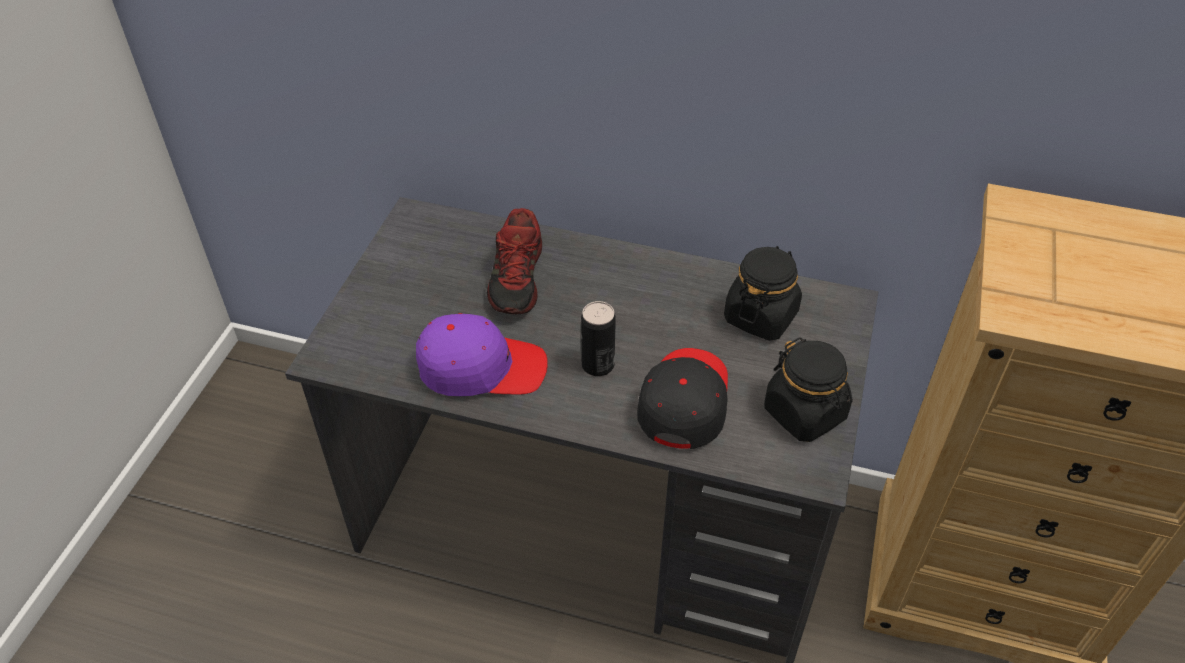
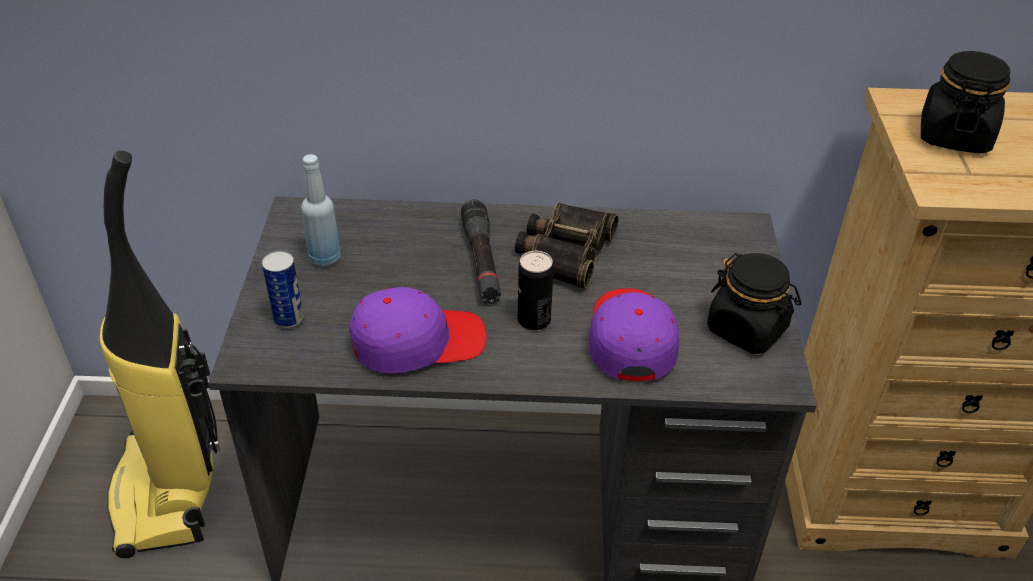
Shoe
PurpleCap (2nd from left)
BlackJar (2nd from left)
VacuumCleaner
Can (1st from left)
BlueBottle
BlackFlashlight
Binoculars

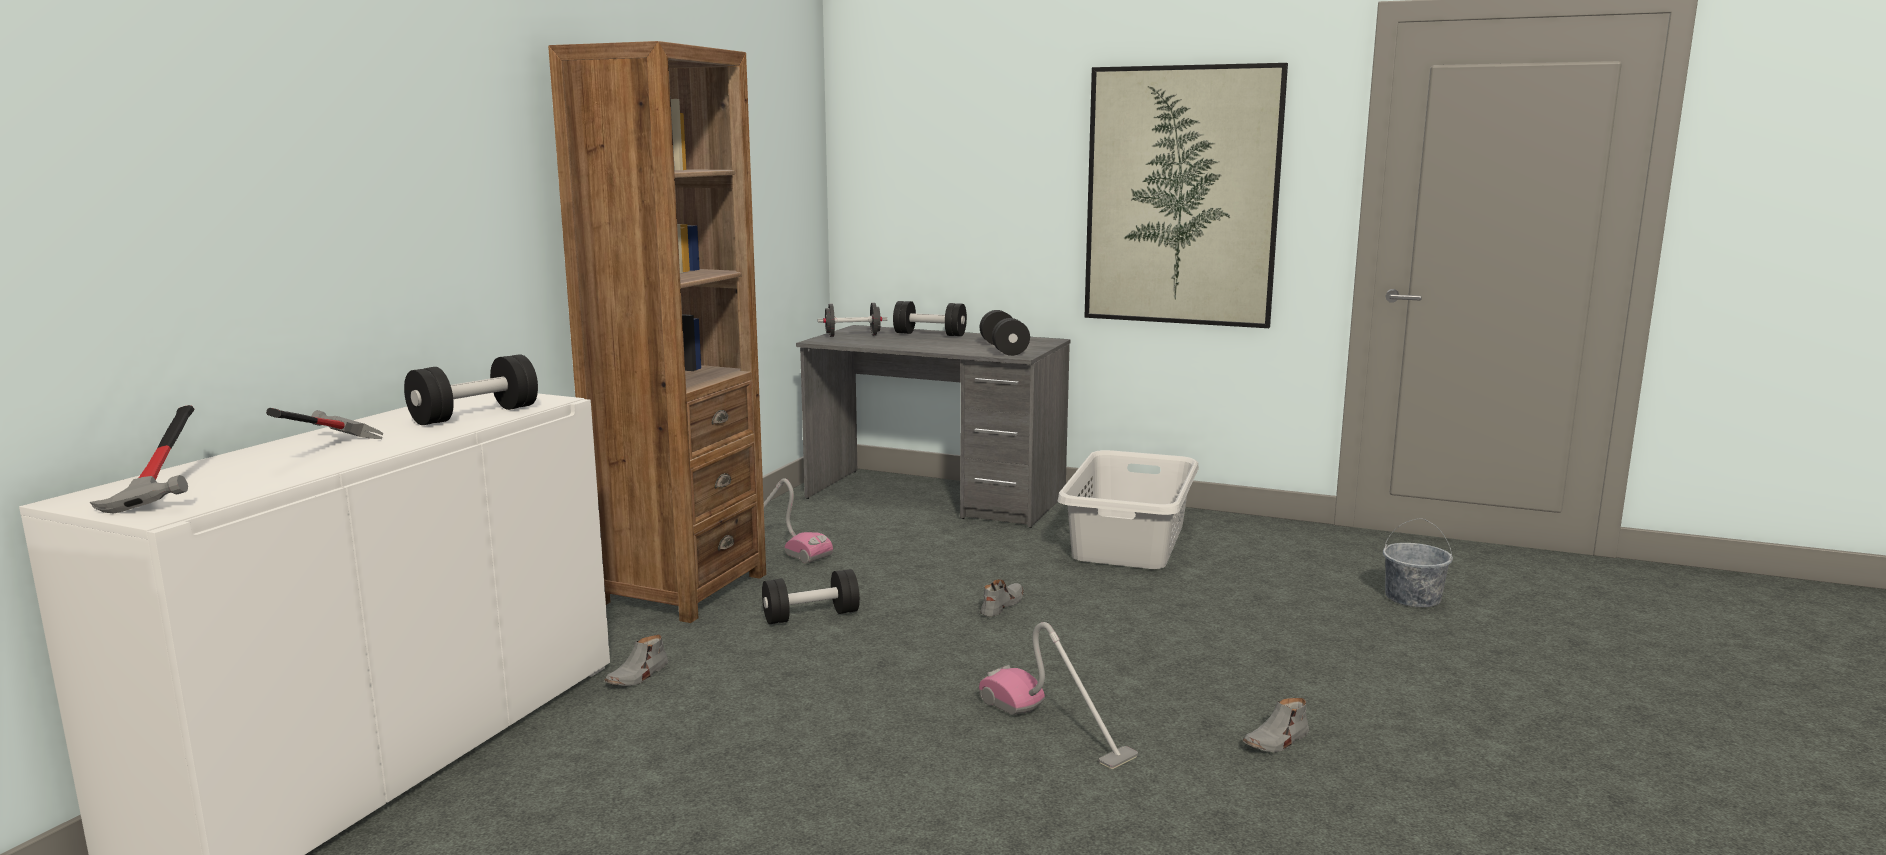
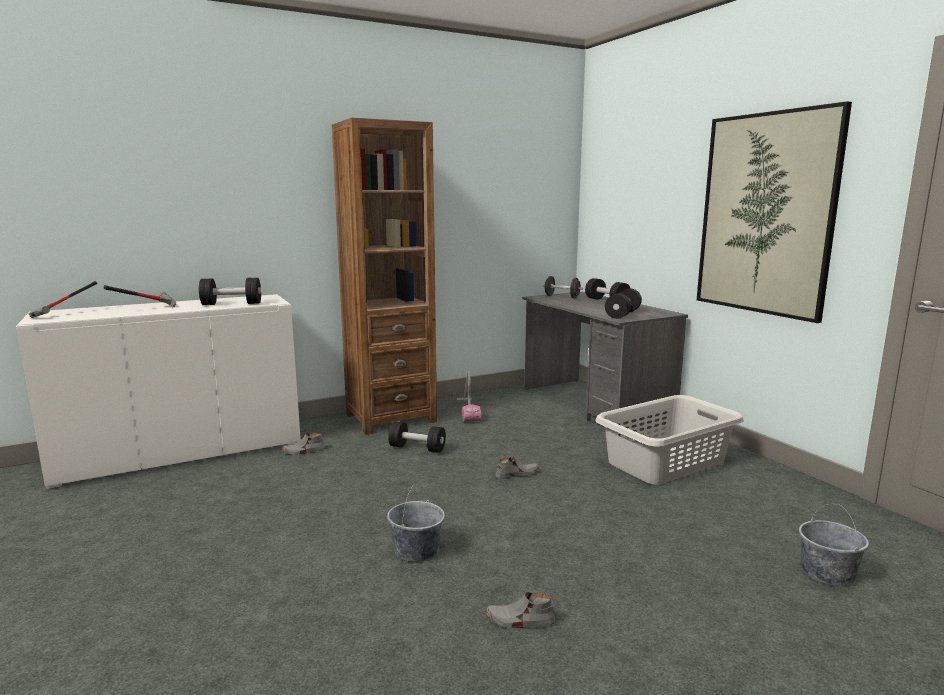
GreyBucket (1st from left)

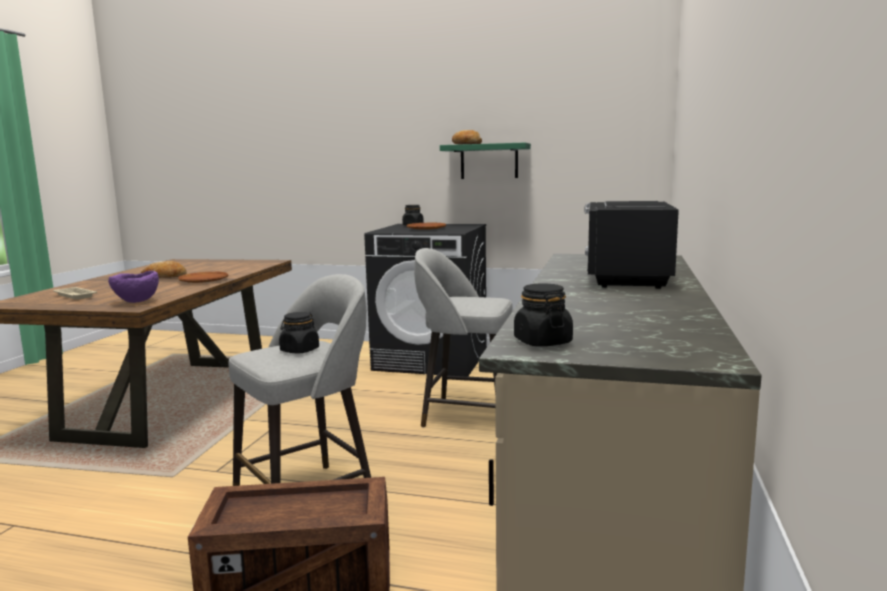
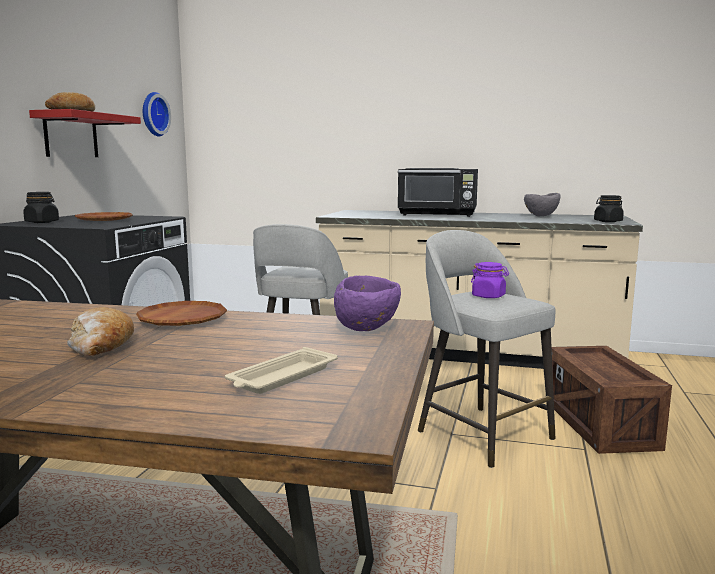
PurpleJar
RedShelf
WallClock
GreyBowl

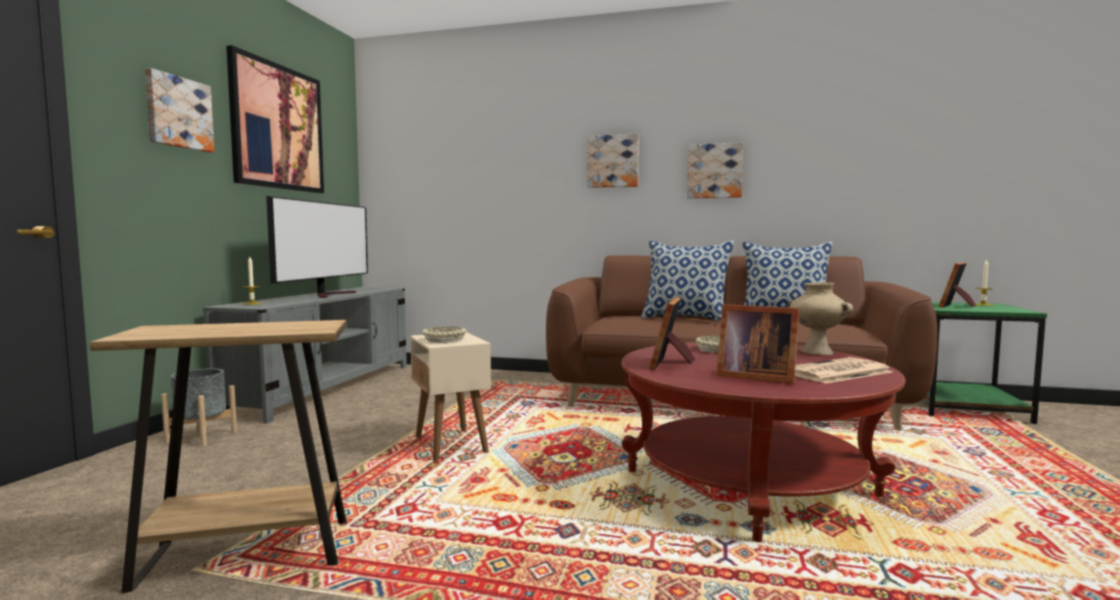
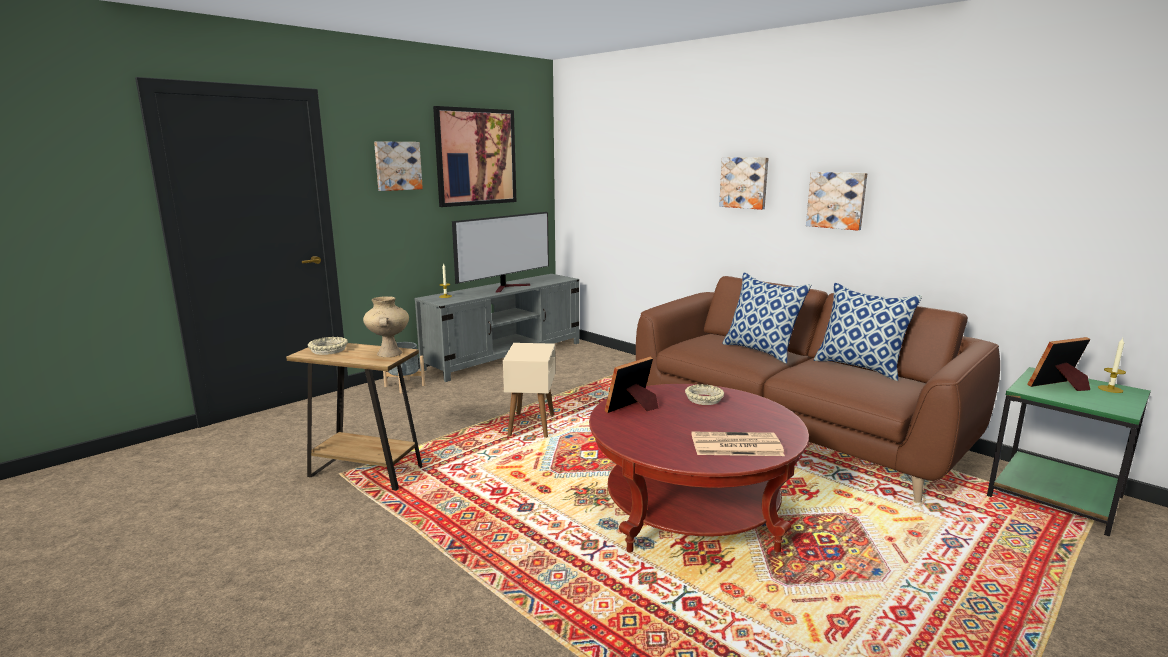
BeigeBowl (1st from left)
PictureFrame (2nd from left in the first image)
BeigeVase

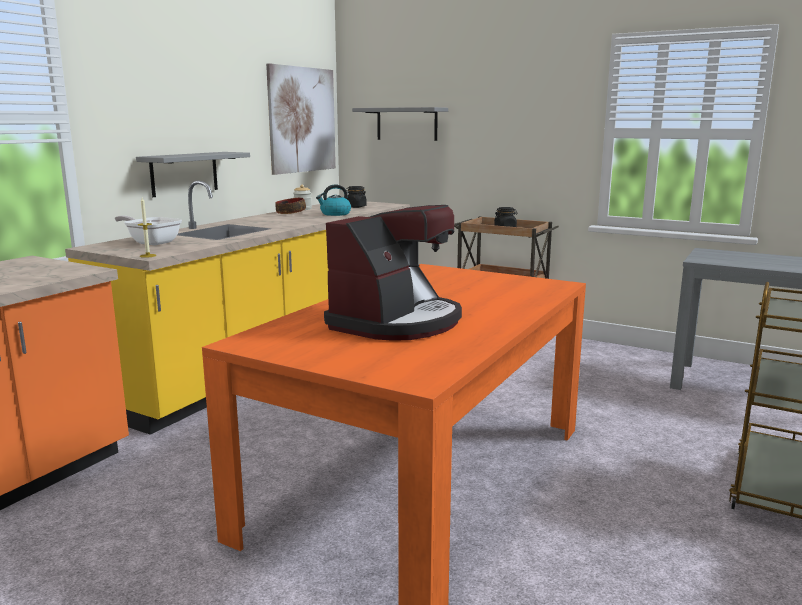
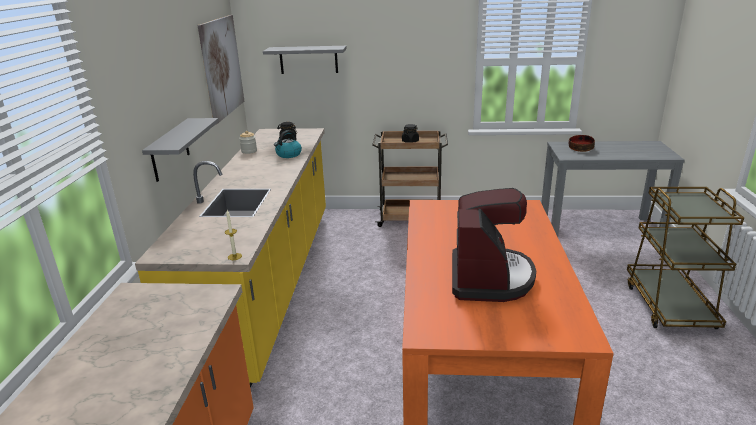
FryingPan
Bowl

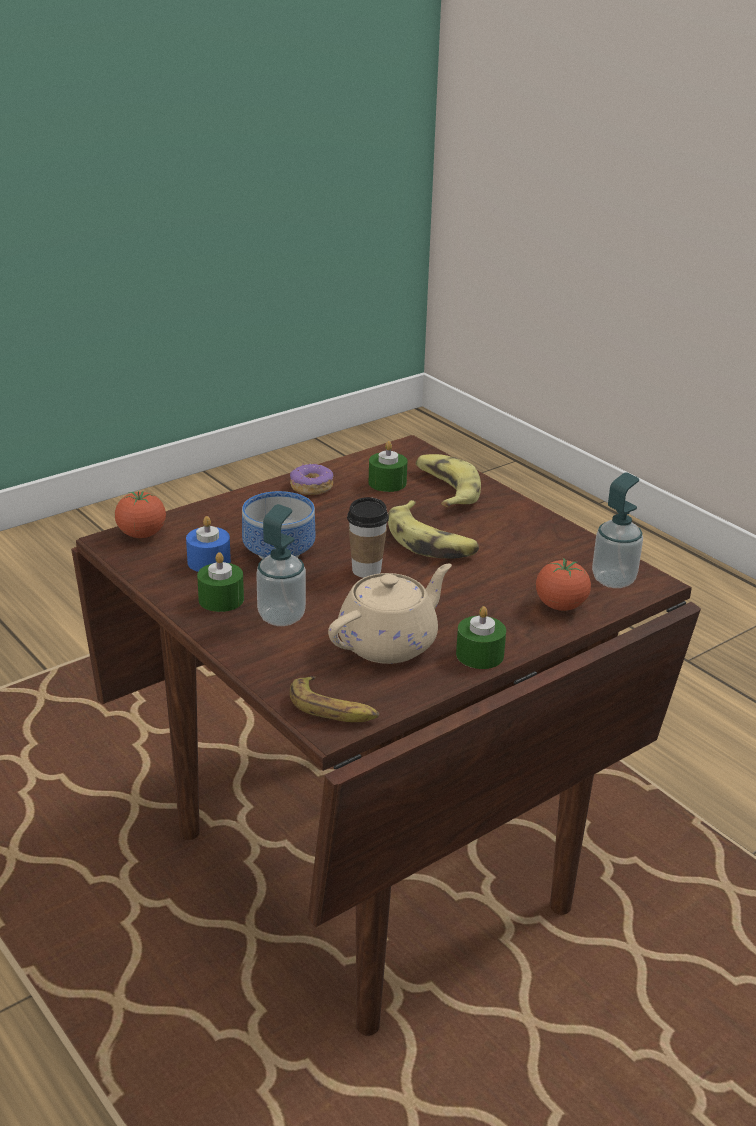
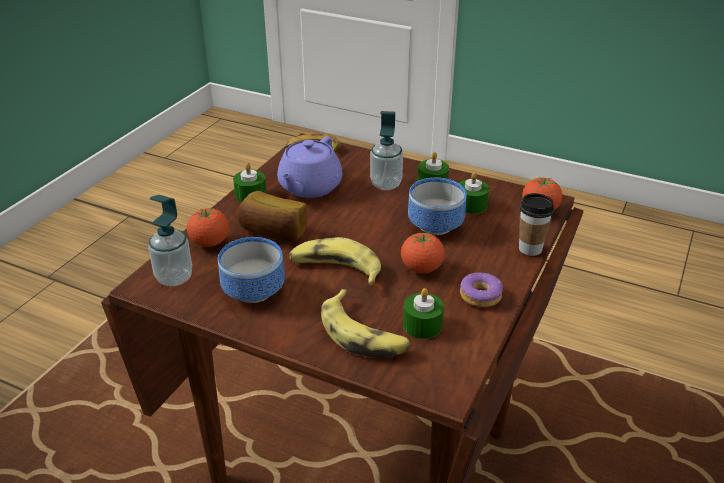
GreenCandle (4th from left)
PurpleTeapot
Cup
Bowl (1st from left)
Bread
Tomato (2nd from left)

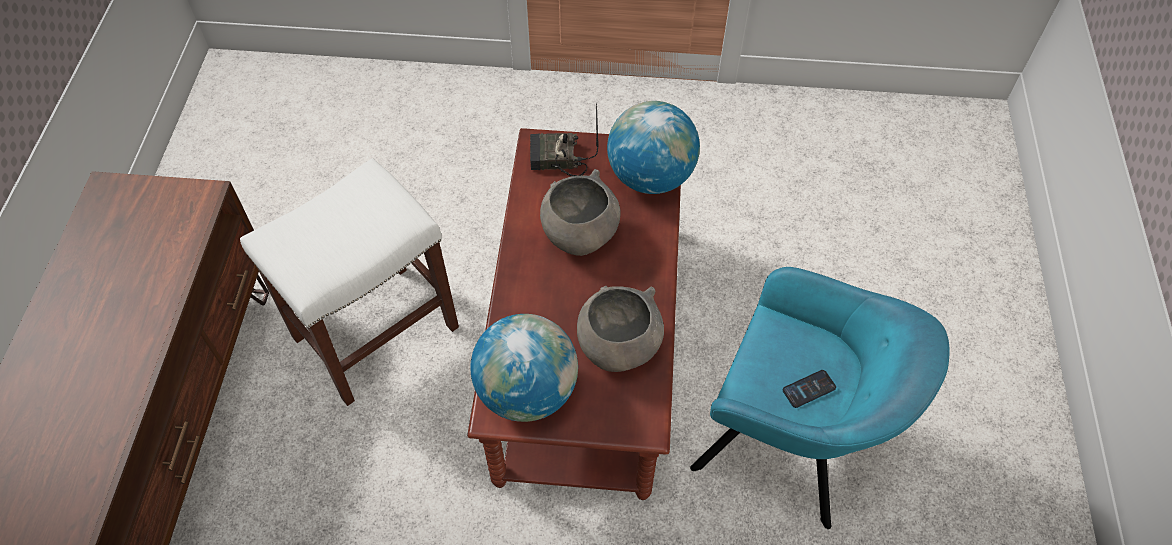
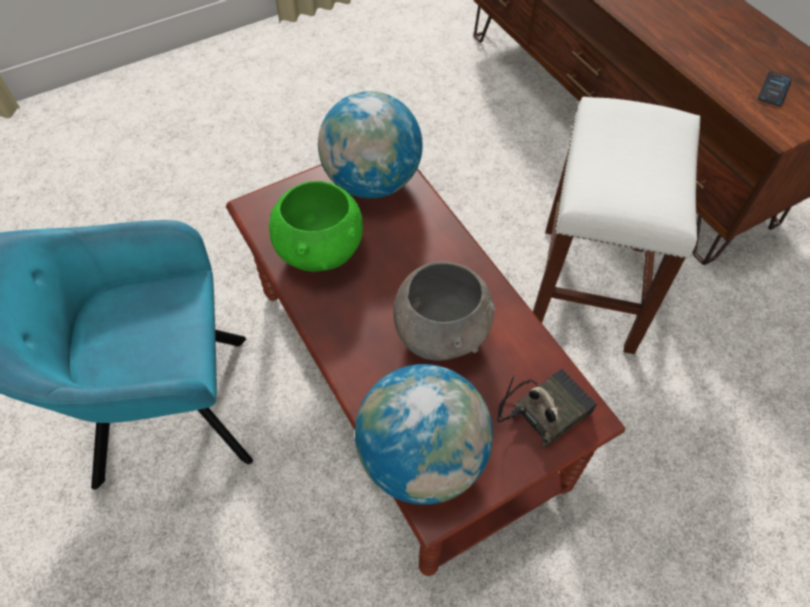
GreenBowl
Phone

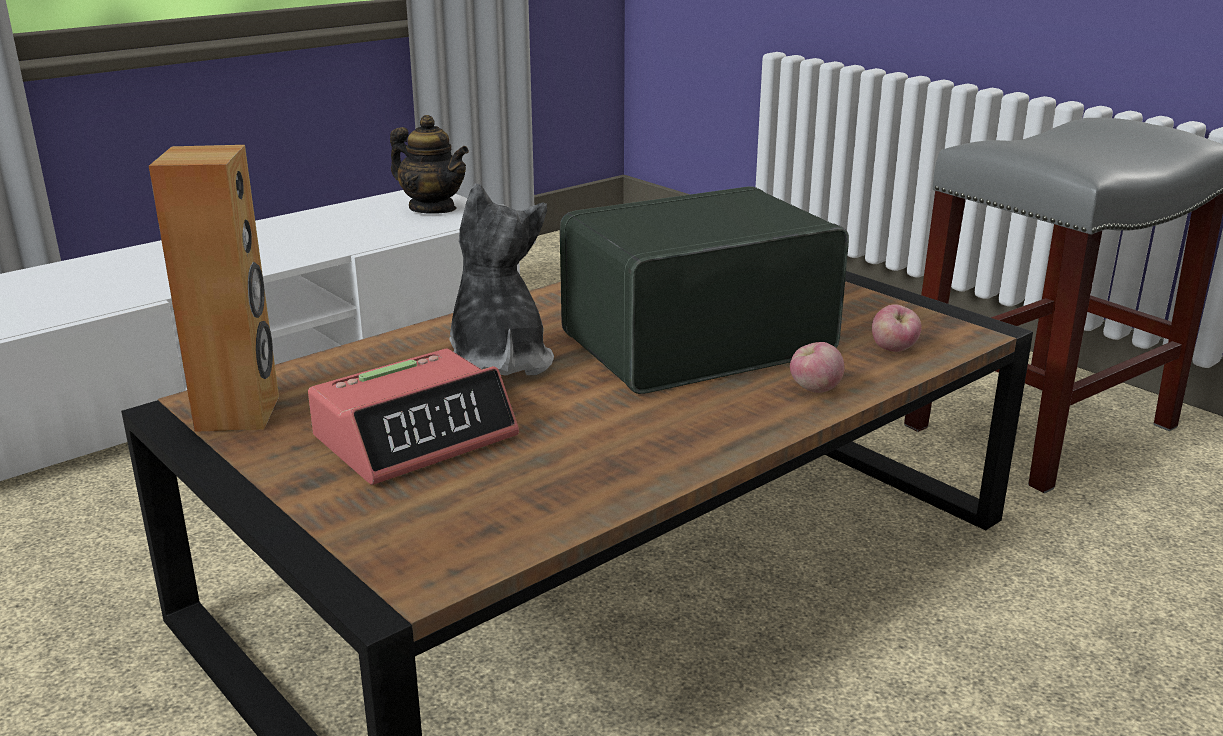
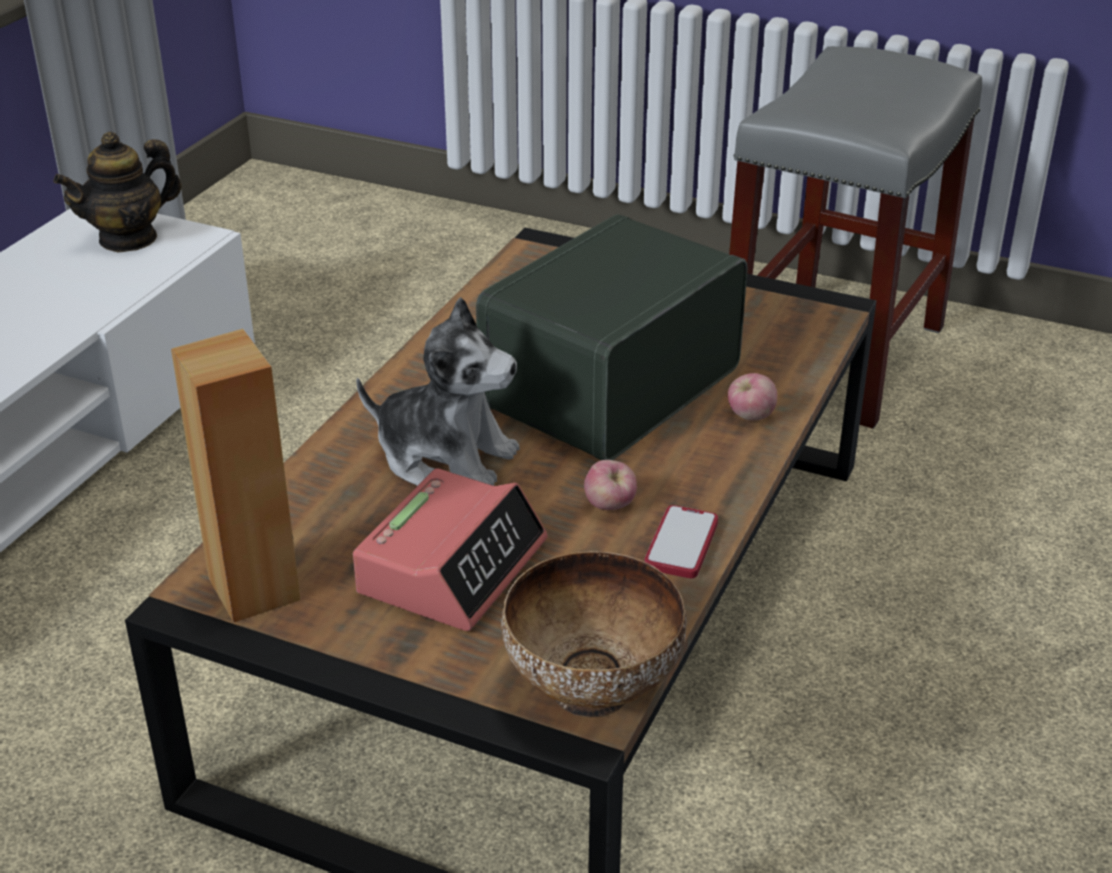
Teapot
PlushToy
Apple (1st from left)
Bowl
Phone

